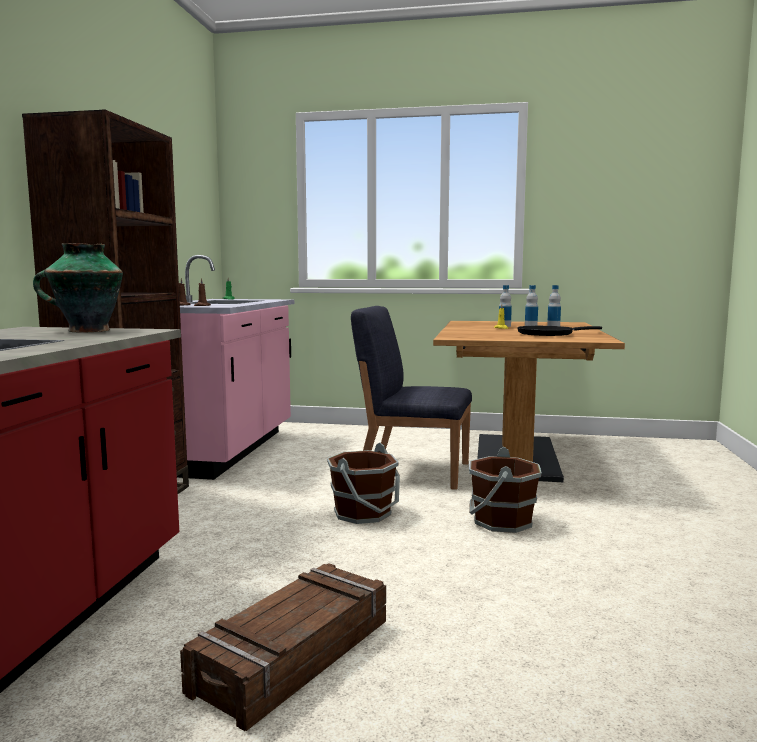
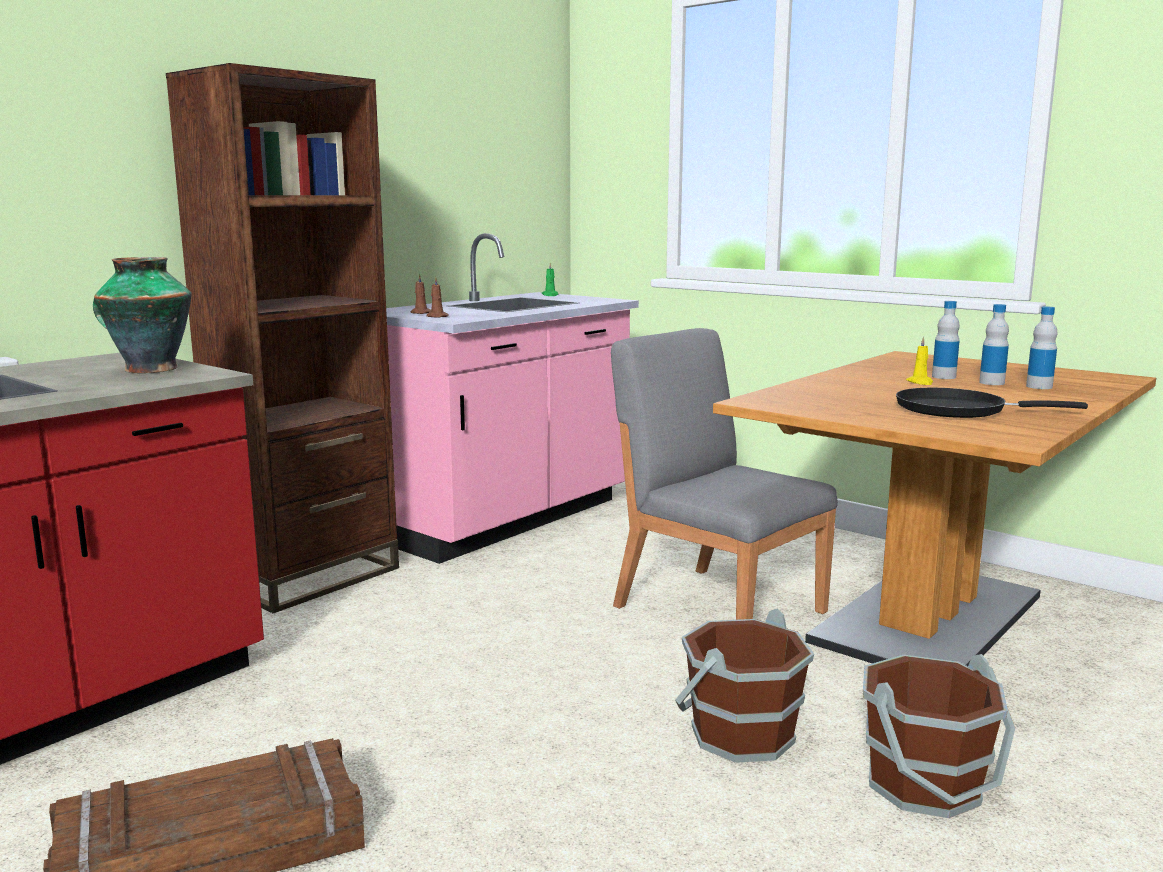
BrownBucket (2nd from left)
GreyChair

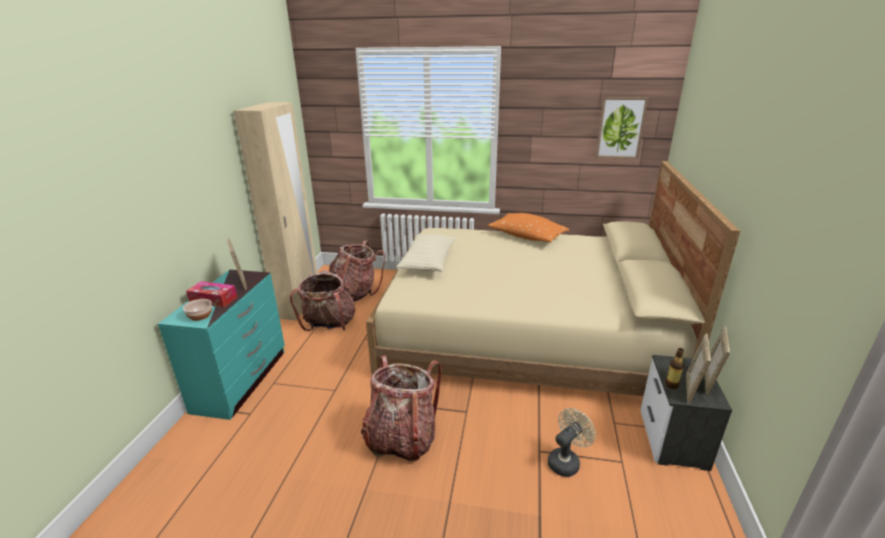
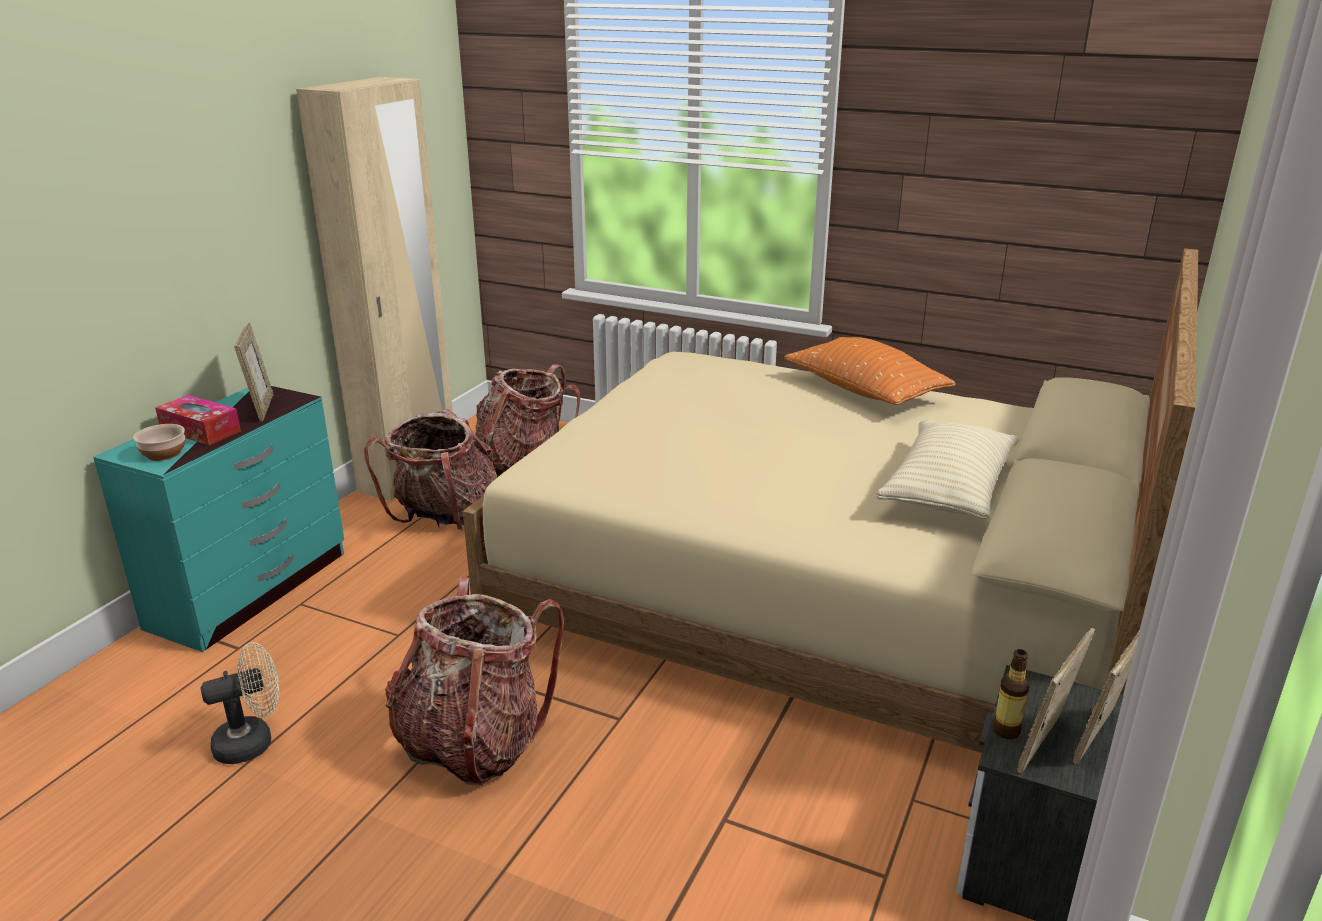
BeigePillow
BeigeFan
Picture

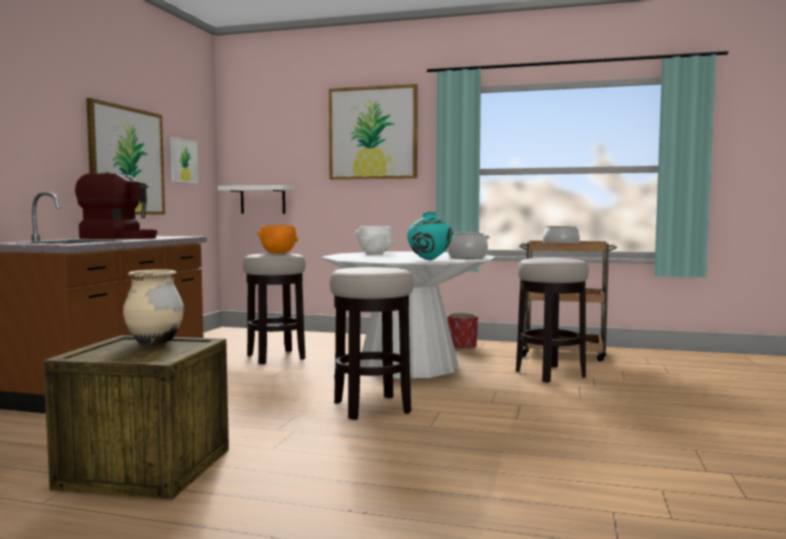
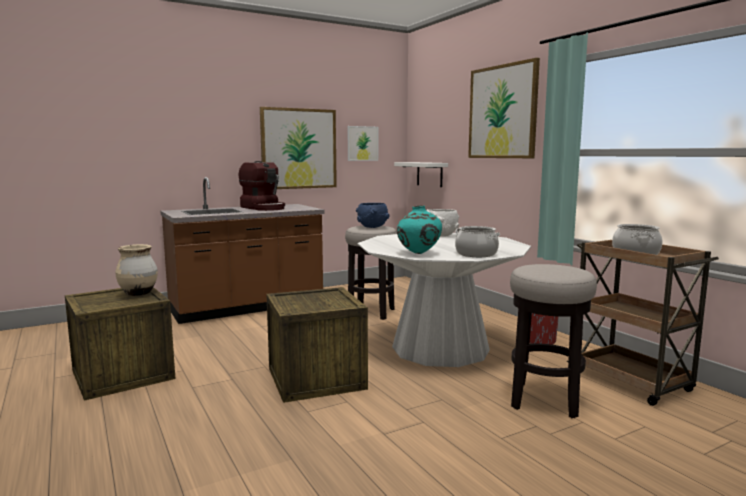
BlueBowl
Crate (2nd from left)

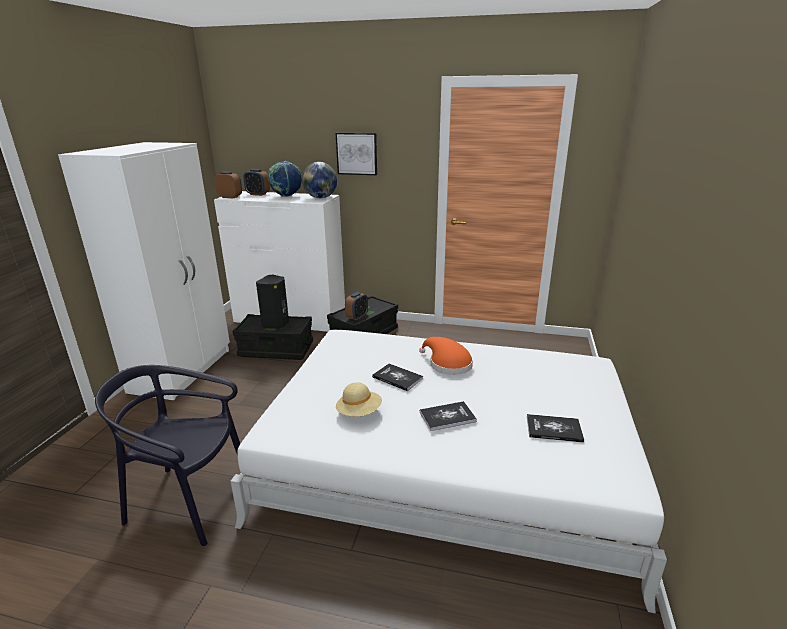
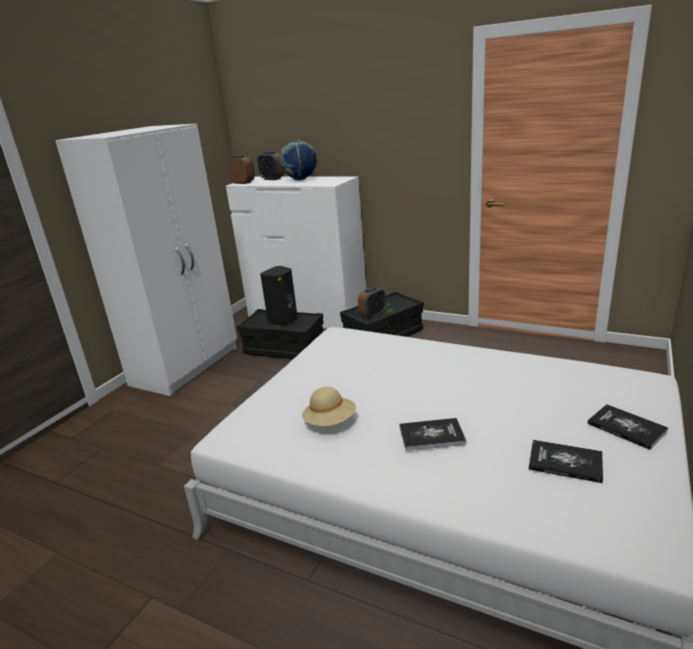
BlackChair
Globe (2nd from left in the first image)
Picture
Book (3rd from left)
OrangeHat

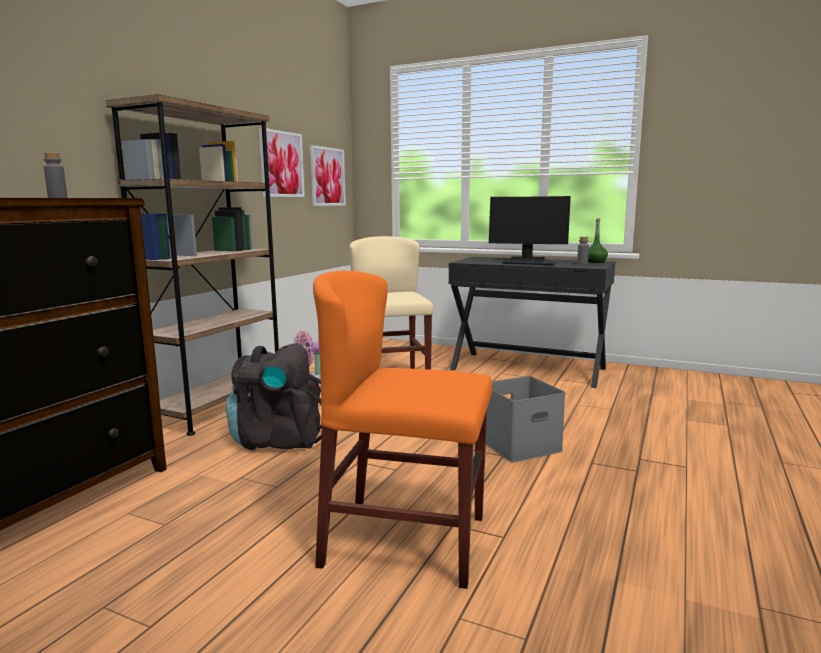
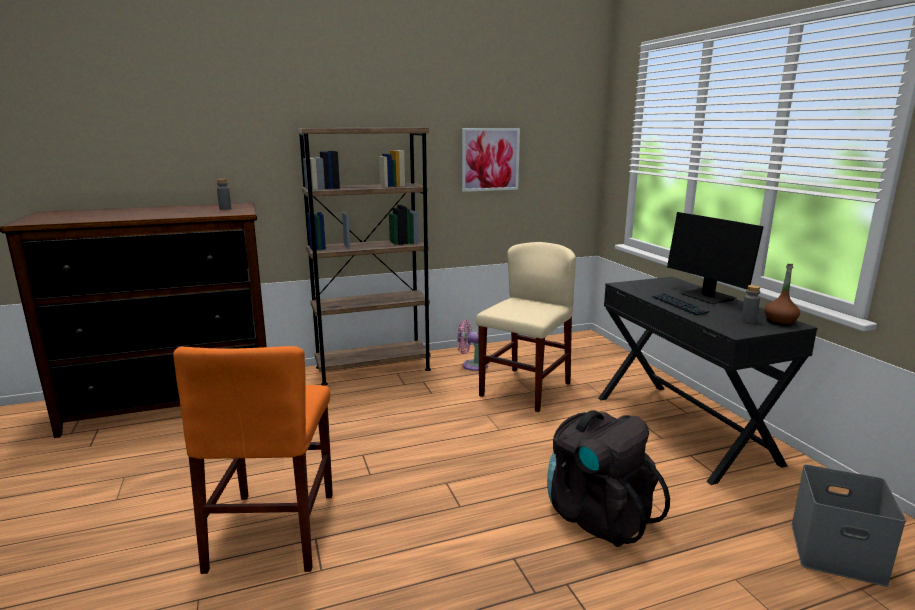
BlackBackpack
Picture (2nd from left in the first image)
OrangeChair
GreyStorageBox
BrownBottle

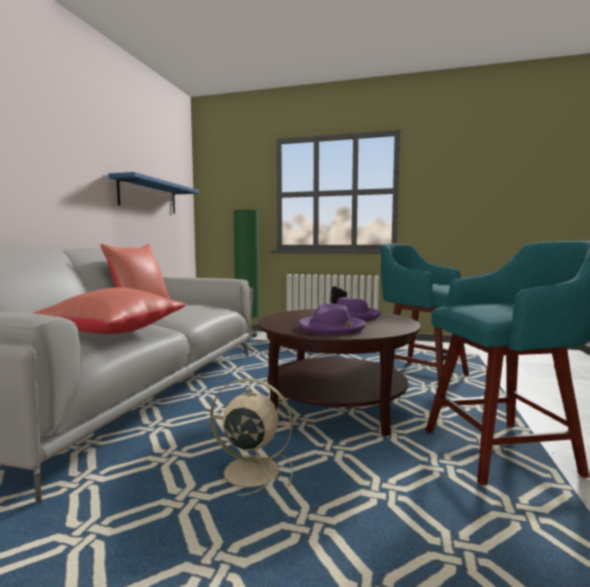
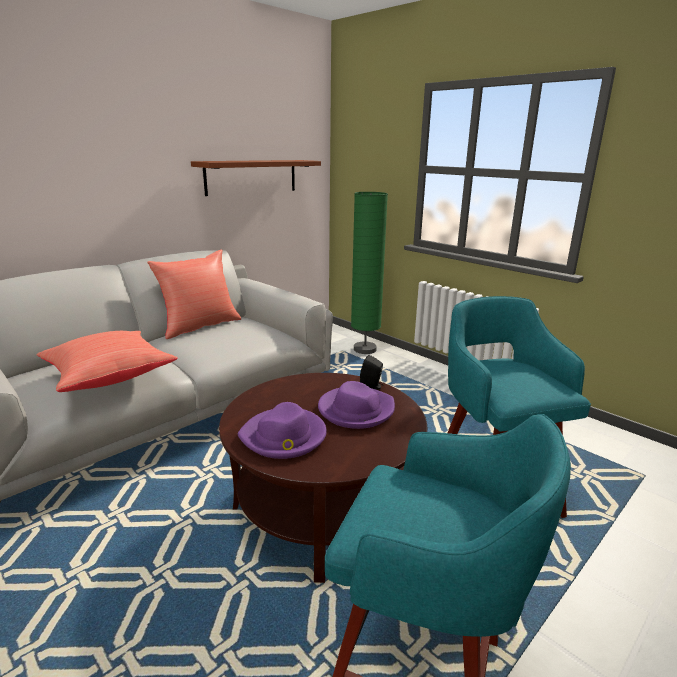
BrownShelf
BeigeFan

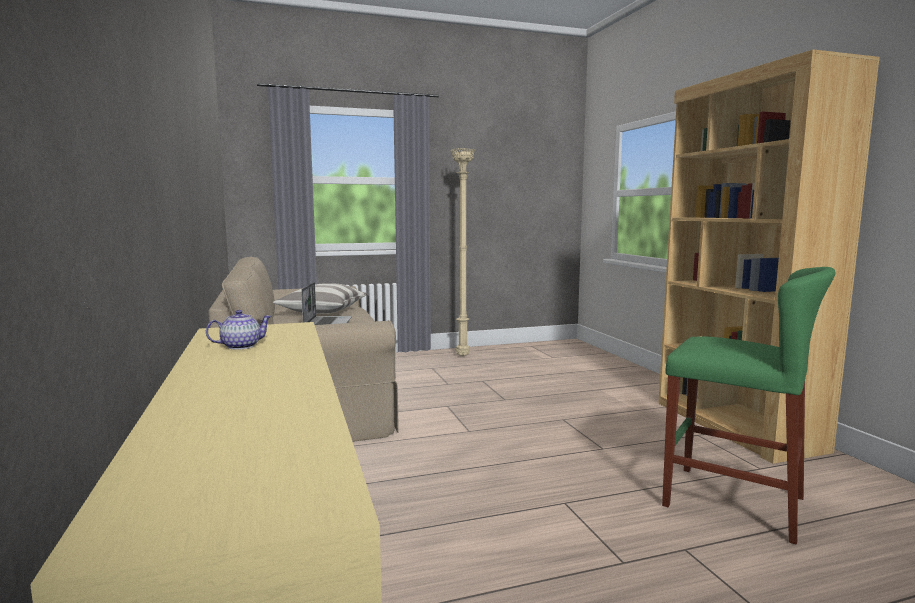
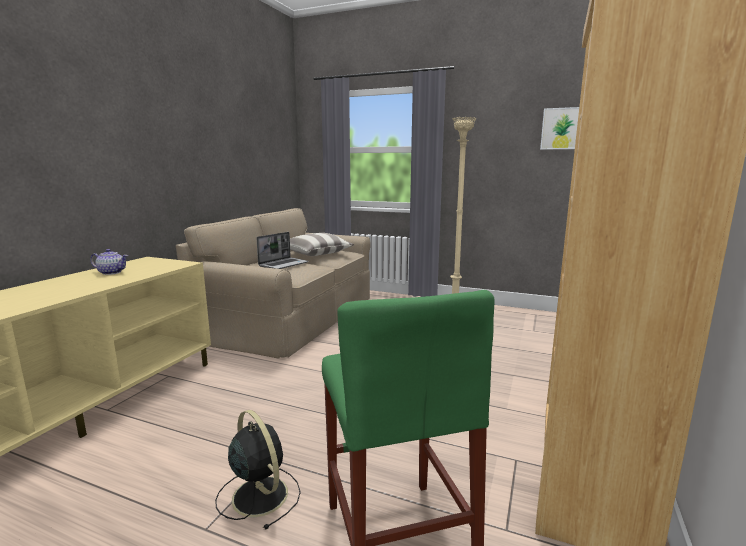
BlackFan
Picture

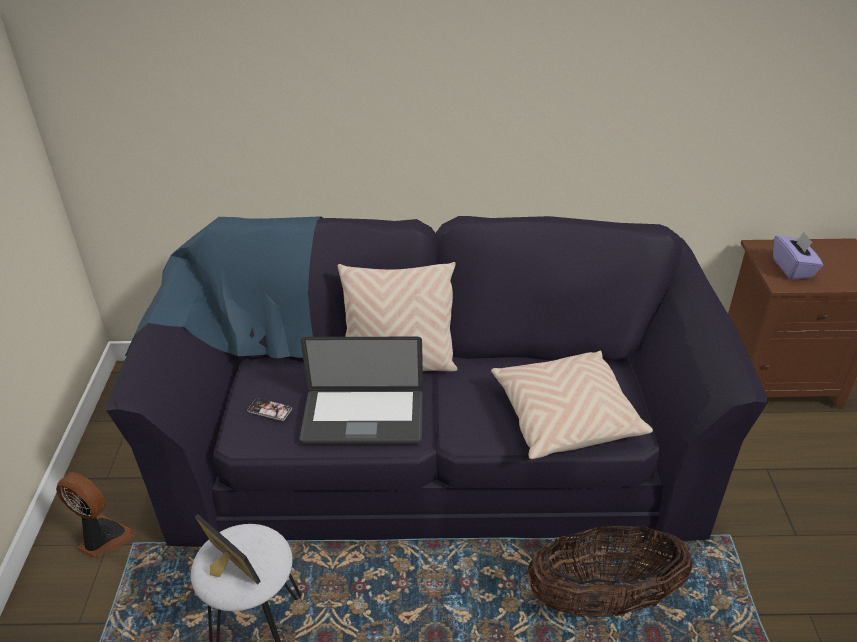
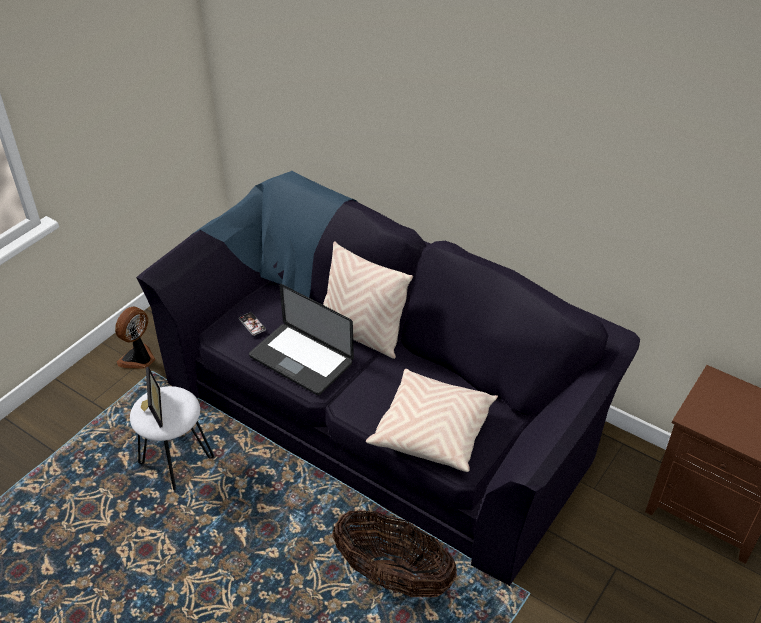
Fan
PurpleTissueBox

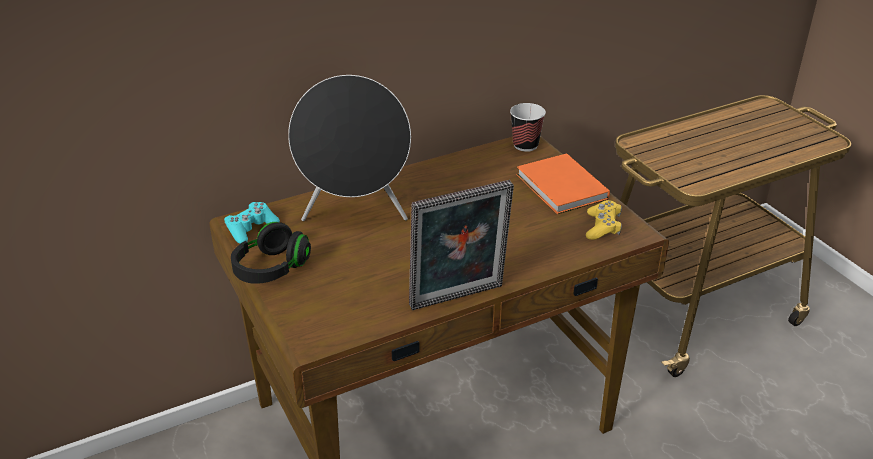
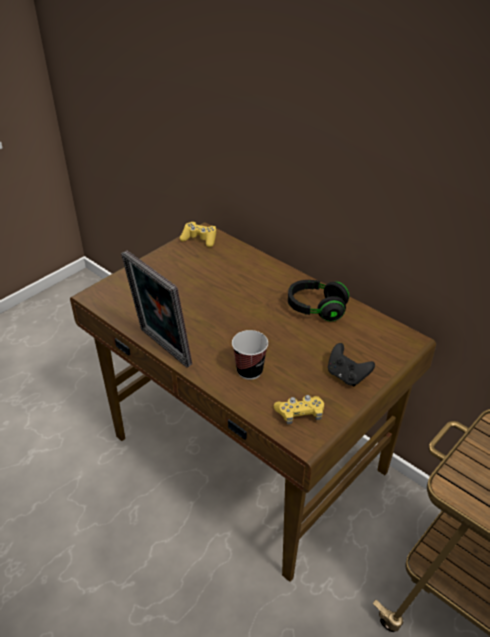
YellowGameController (1st from left)
BlackHeadphones
BlackSpeaker
Cup
BlackGameController

